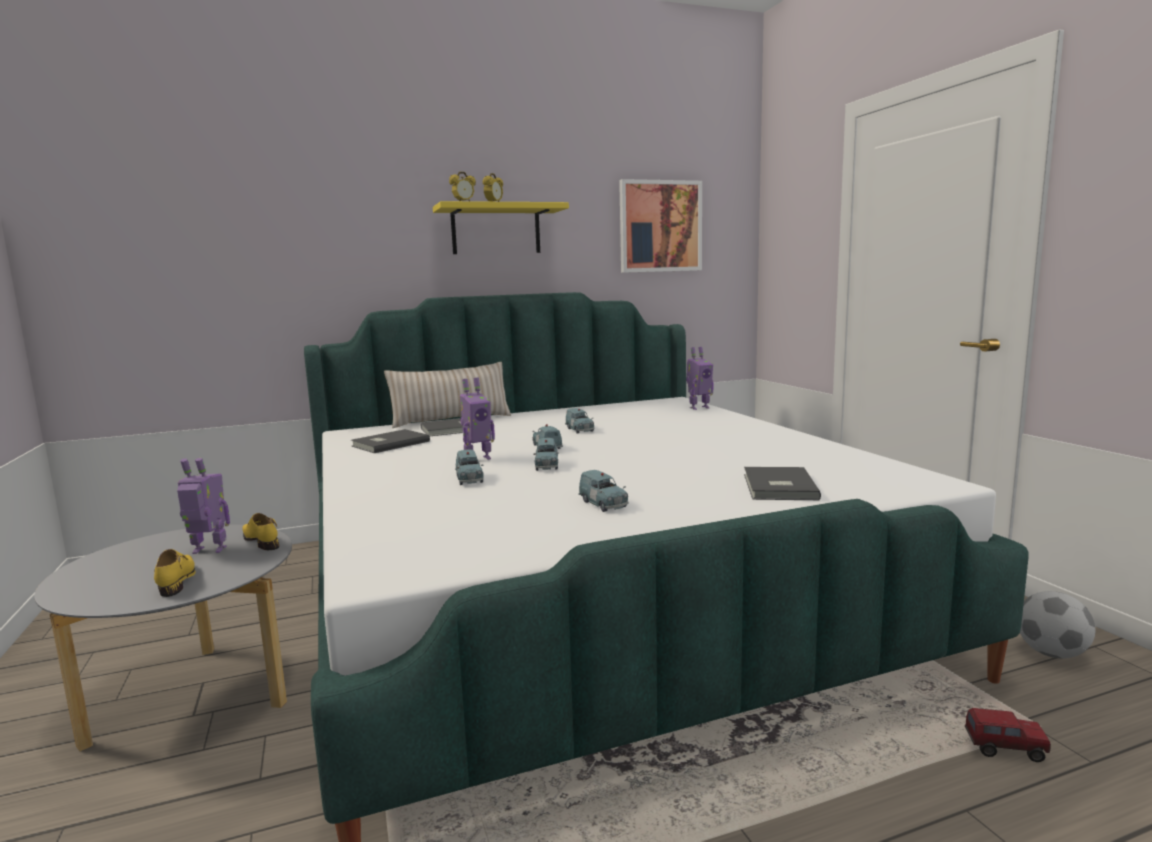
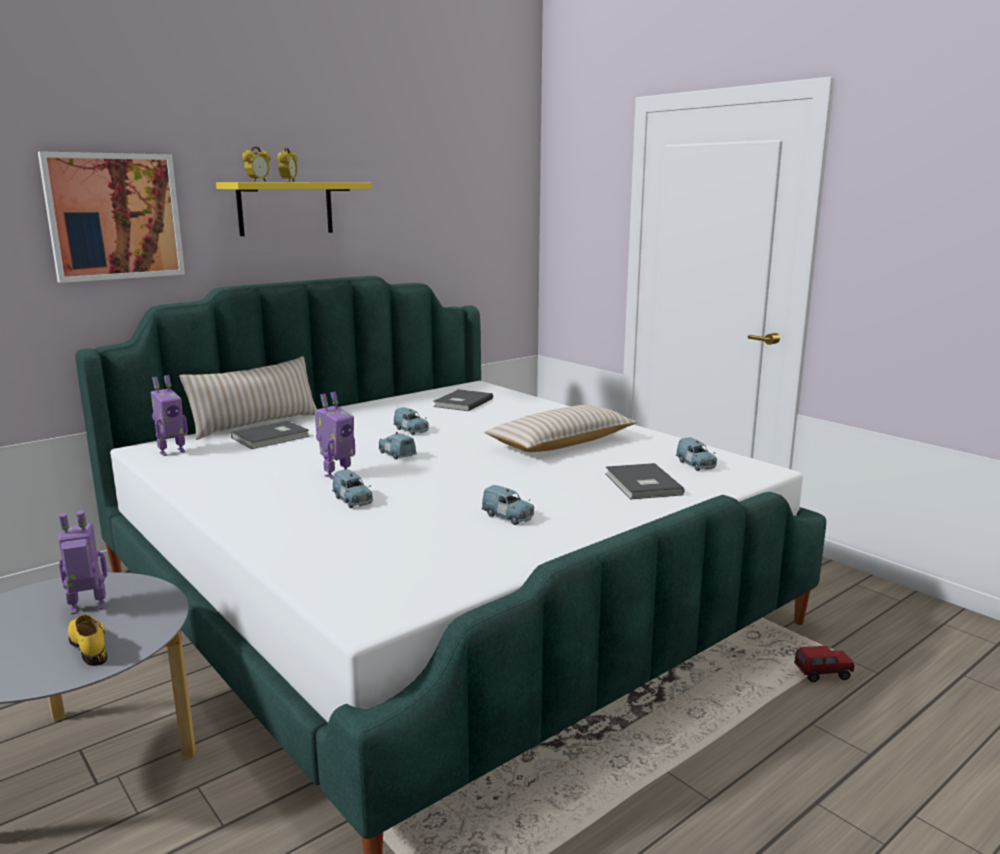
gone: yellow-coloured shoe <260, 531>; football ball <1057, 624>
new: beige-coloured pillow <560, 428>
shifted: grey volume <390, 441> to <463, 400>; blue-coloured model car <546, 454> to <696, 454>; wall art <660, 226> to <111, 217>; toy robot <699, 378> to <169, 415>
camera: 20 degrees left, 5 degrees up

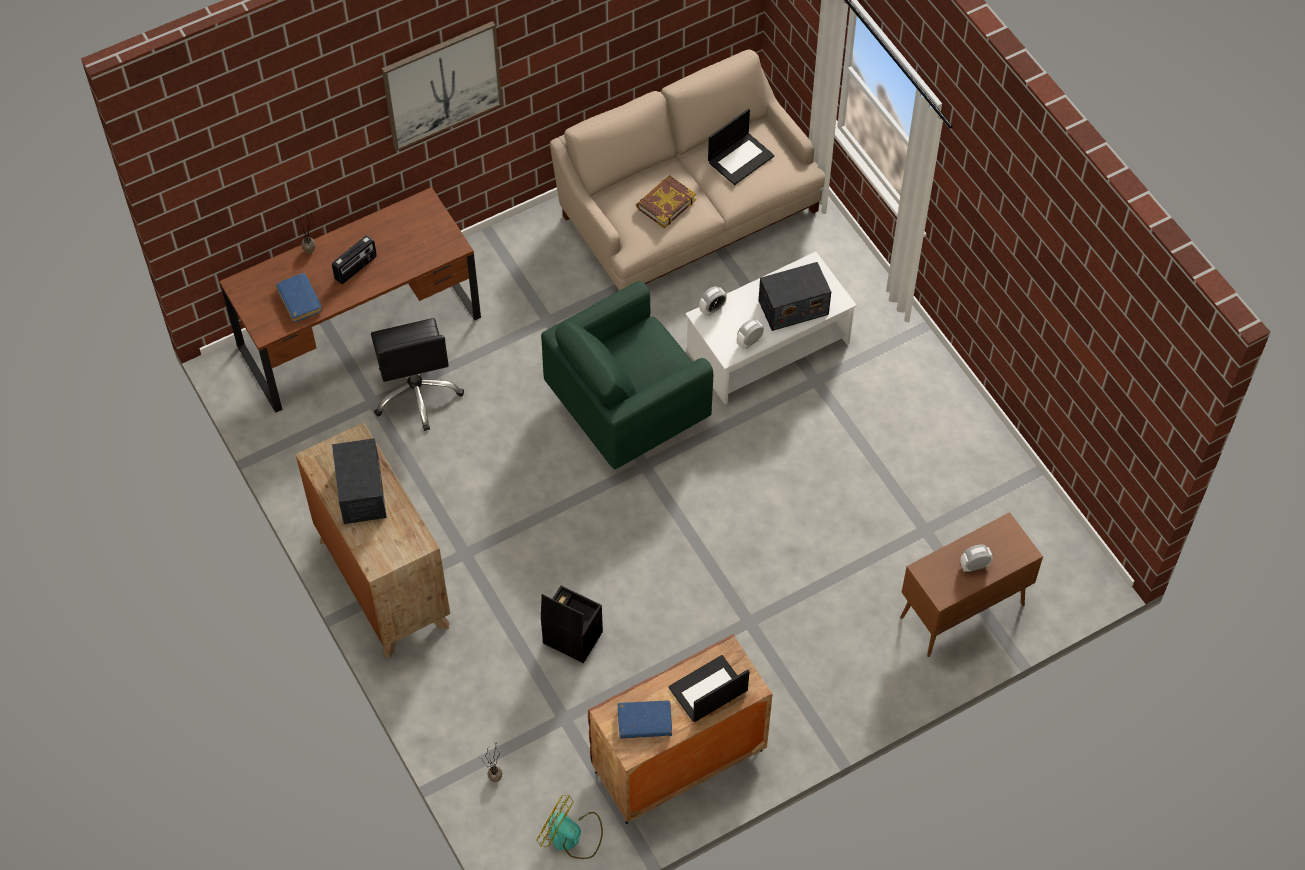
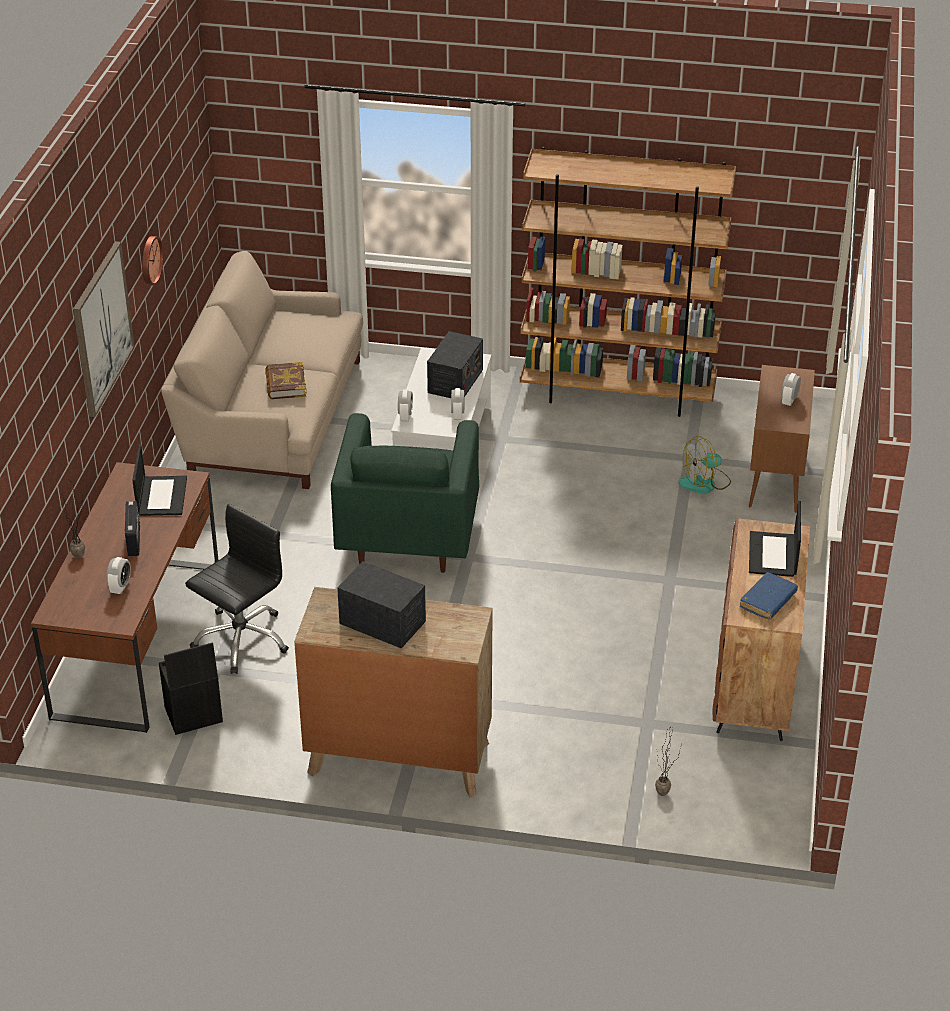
new: wall clock <153, 261>; brownish bookshelf <628, 282>
shifted: electric fan <569, 827> to <704, 465>; blackish storage container <572, 624> to <191, 688>; laptop <741, 147> to <159, 480>
swapped: blue-coloured volume <299, 298> to bedside clock <118, 575>
rotated: blackish computer chair <417, 374> = <237, 589> 75 degrees counterclockwise
camera: 50 degrees left, 20 degrees down

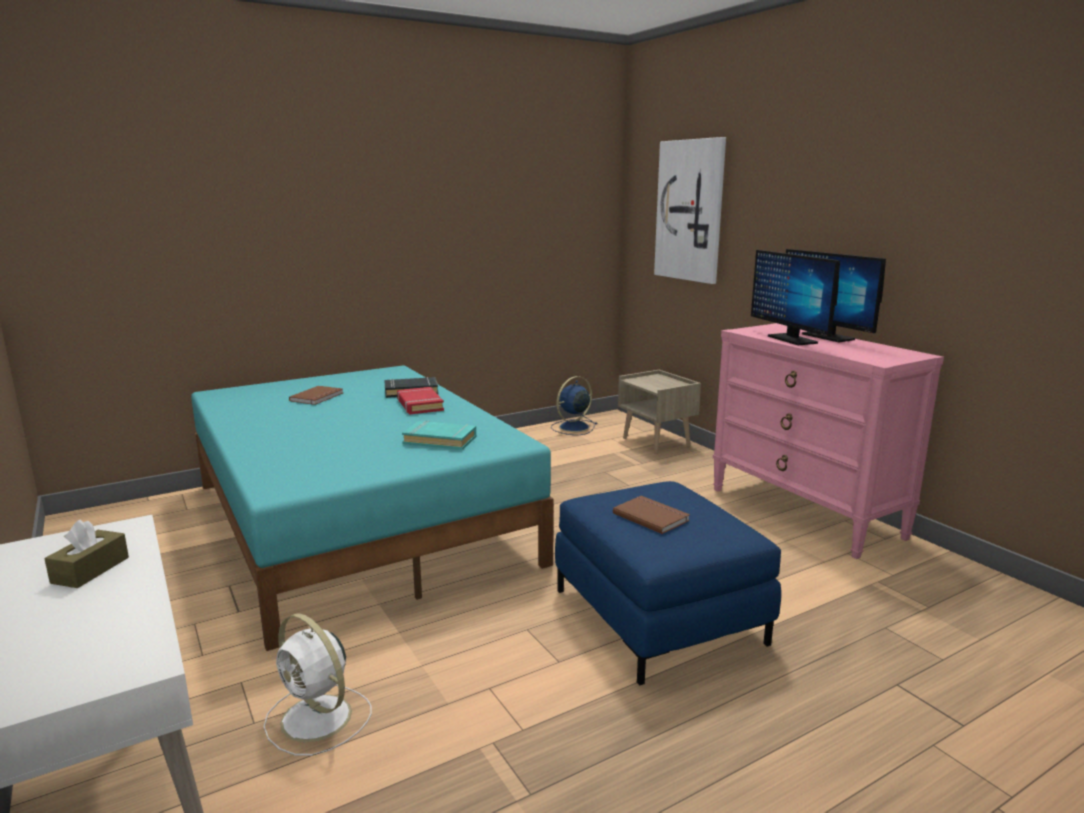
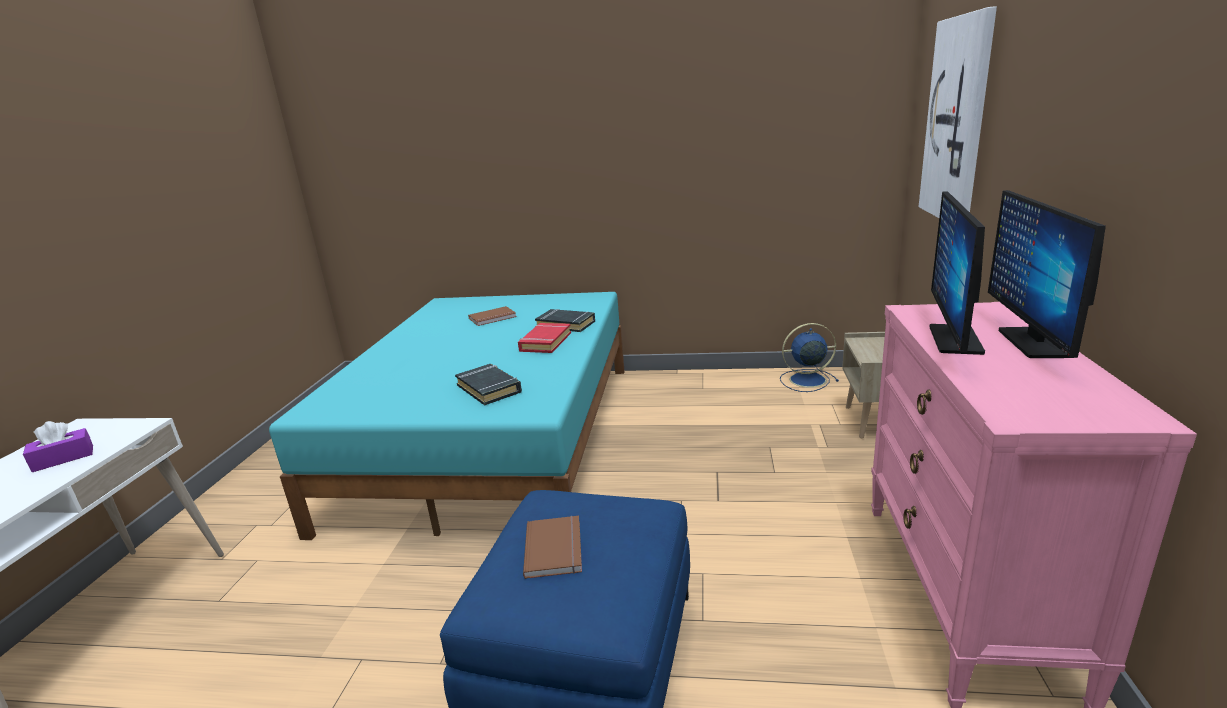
gone: white-coloured electric fan <318, 684>
repainted: brownish box of tissues <86, 553> to purple-coloured box of tissues <58, 446>; turquoise-coloured volume <439, 435> to blackish volume <488, 385>
camera: 40 degrees right, 5 degrees up

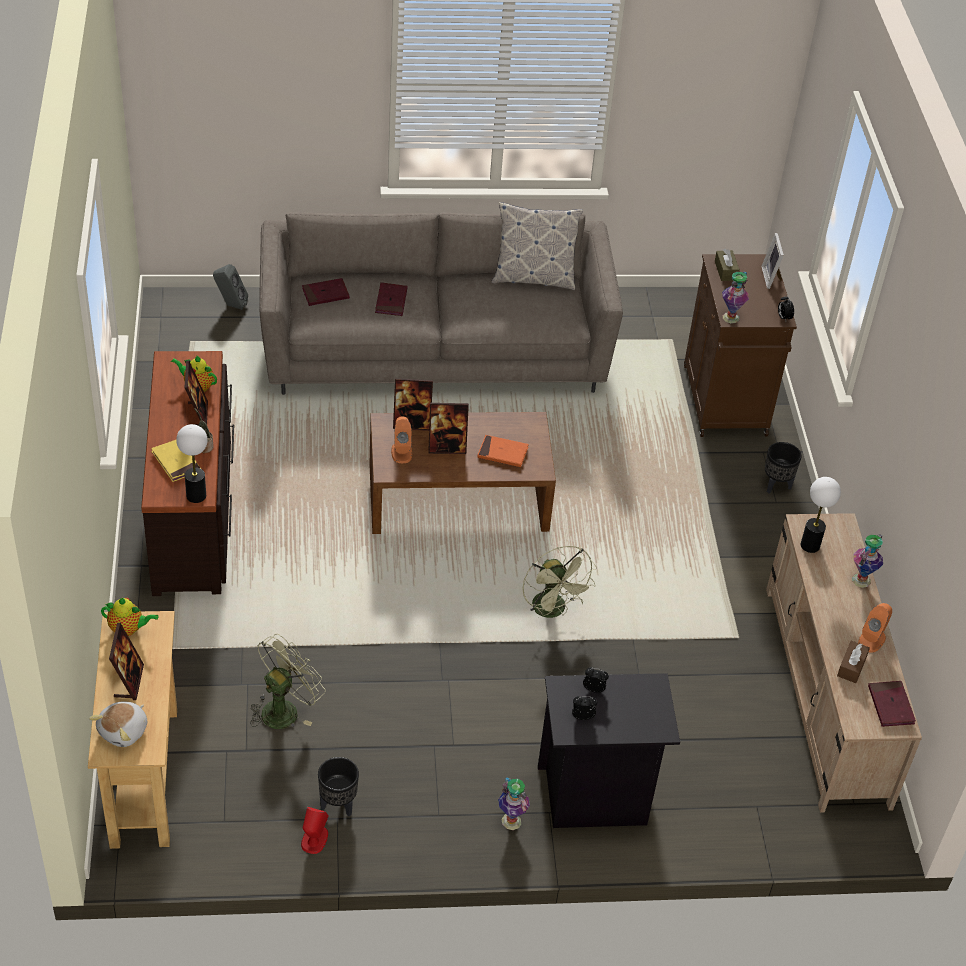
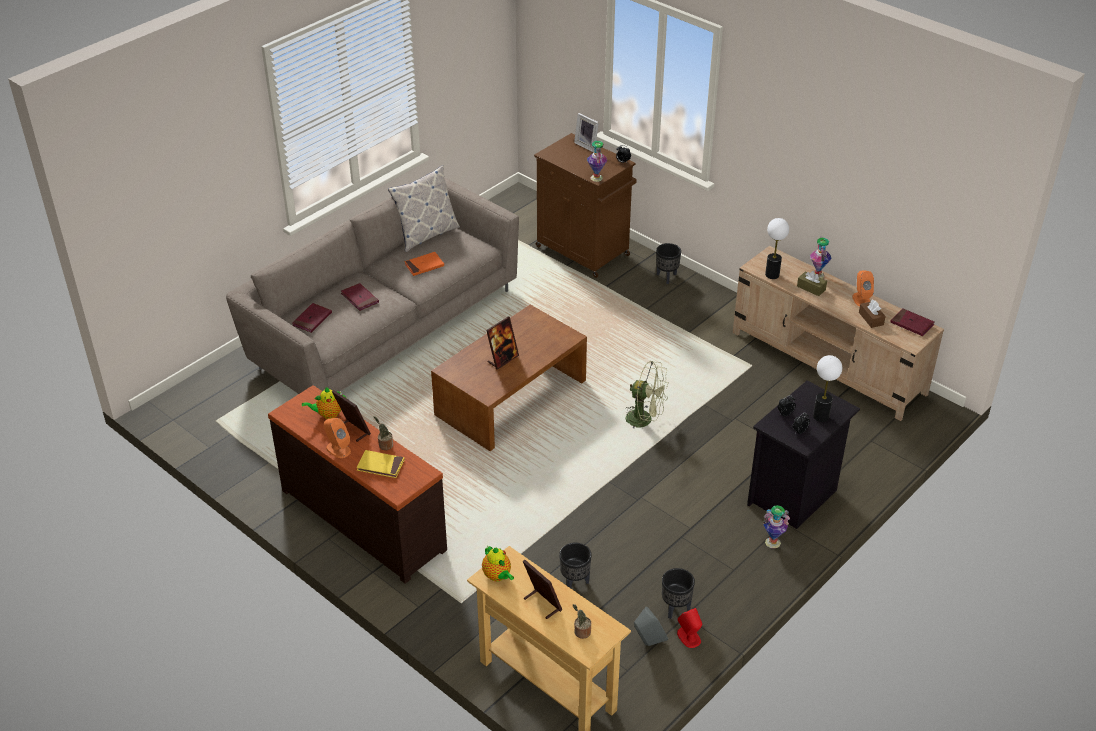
gone: picture frame <413, 404>
shifted: tabletop lamp <192, 463> to <827, 388>; grey loudspeaker <230, 287> to <651, 626>; orange loudspeaker <401, 439> to <337, 438>; orange volume <503, 451> to <424, 264>; brownish box of tissues <727, 265> to <812, 283>
swapped: cuddly toy <118, 724> to houseplant <582, 621>; green-coloured electric fan <287, 681> to blackish plant pot <575, 565>
rotated: tea pot <130, 617> = <498, 563> 90 degrees clockwise
camera: 40 degrees left, 5 degrees down

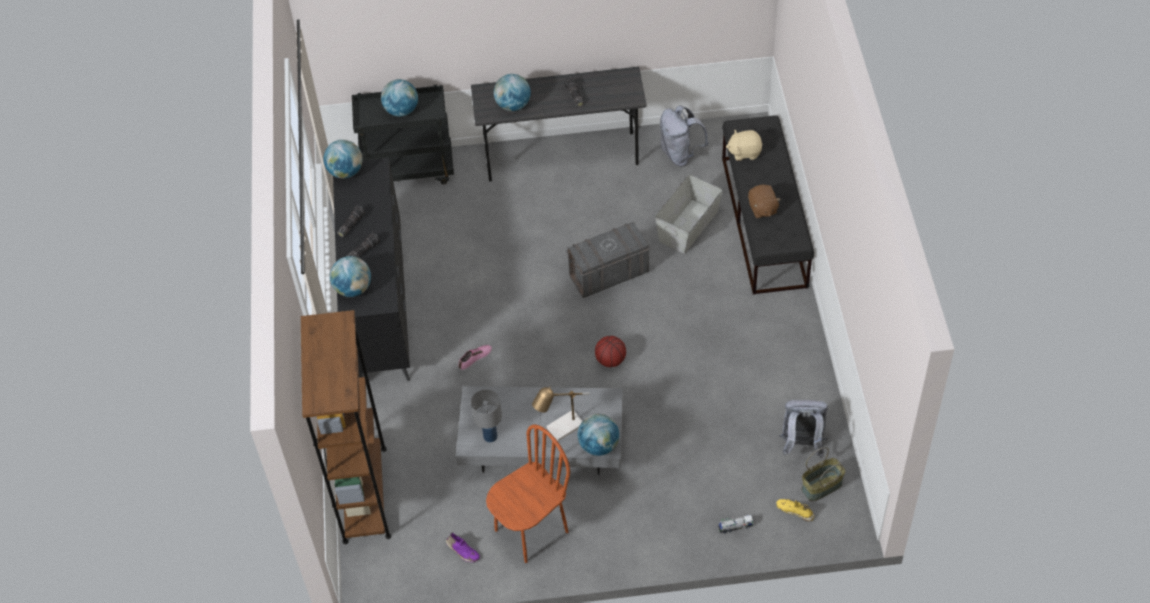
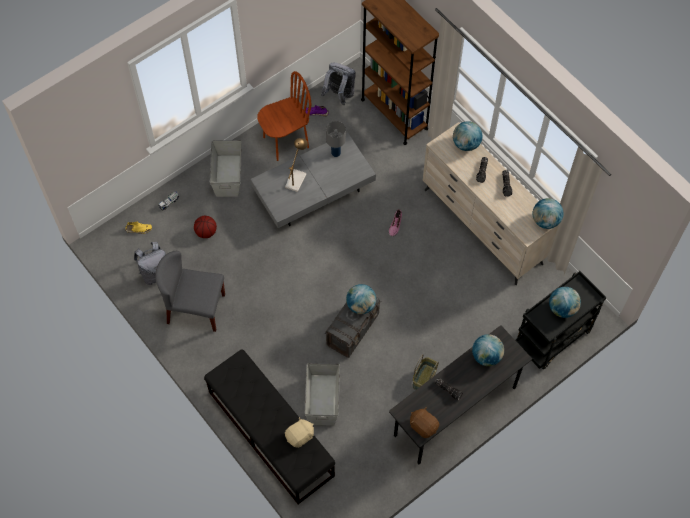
new: grey chair <190, 291>; grey storage container <225, 168>
shifted: globe <598, 435> to <361, 299>; basketball ball <610, 351> to <205, 227>; grey rucksack <684, 136> to <338, 84>; brownish cuddly toy <764, 201> to <424, 422>; basket <823, 474> to <425, 372>
repainted: blackish dresser <371, 269> to beige-coloured dresser <491, 203>
rotated: brownish chair <528, 493> = <284, 116> 135 degrees counterclockwise
camera: 145 degrees right, 10 degrees up

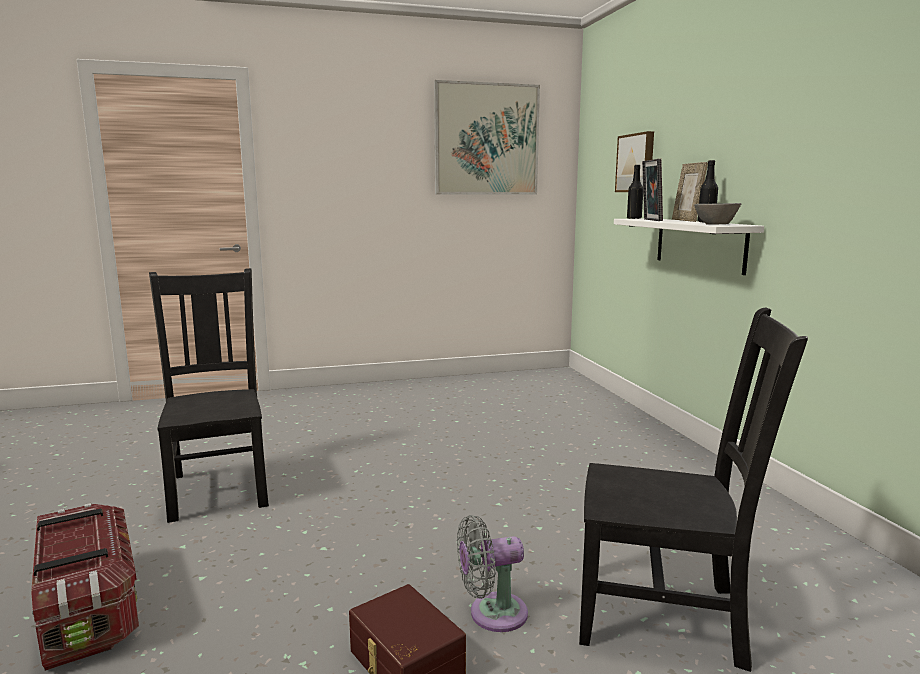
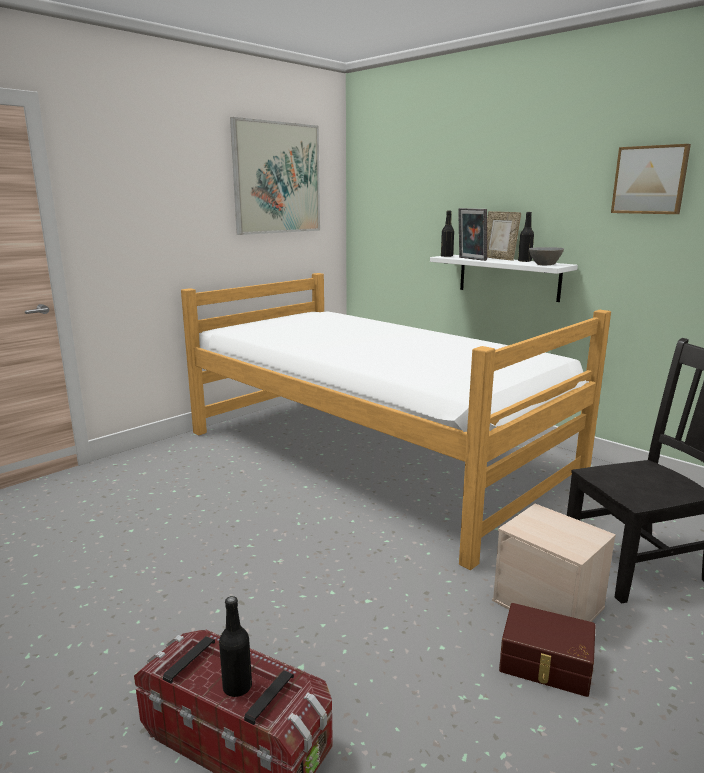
gone: blackish chair <209, 395>
new: bed <396, 421>; blackish beverage bottle <235, 646>
shifted: wall art <634, 161> to <651, 179>
swapped: grey electric fan <492, 573> to beige-coloured storage container <554, 563>
camera: 30 degrees left, 5 degrees up

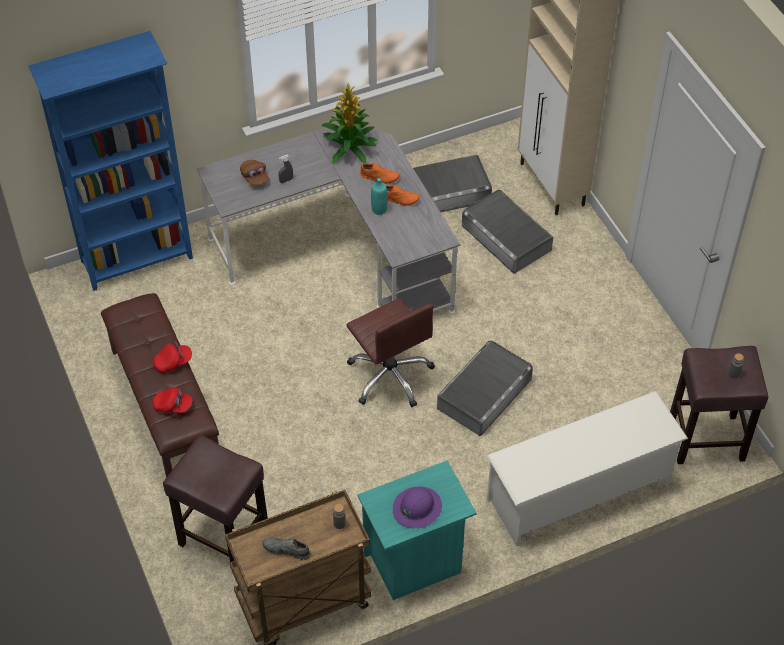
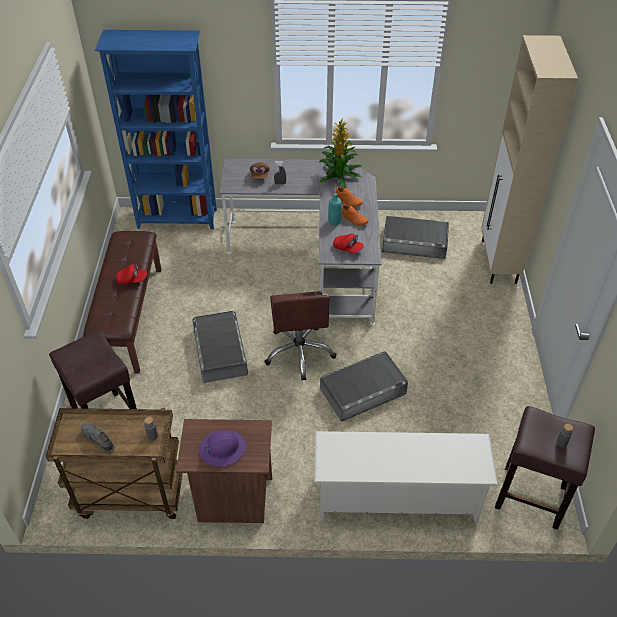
shifted: red-coloured cap <172, 400> to <348, 243>; grey storage container <507, 232> to <220, 347>
repainted: turquoise-coloured nightstand <417, 530> to brownish nightstand <224, 471>
camera: 25 degrees right, 5 degrees down

